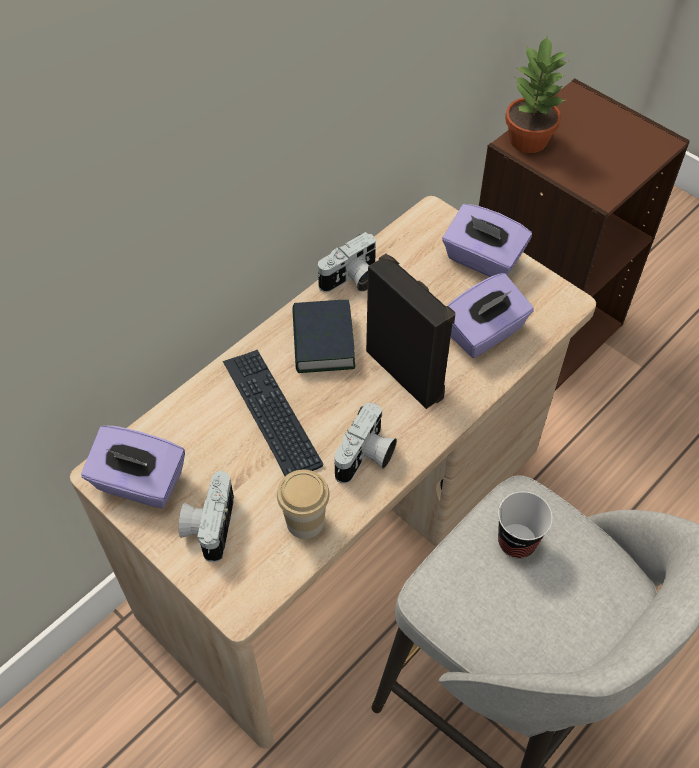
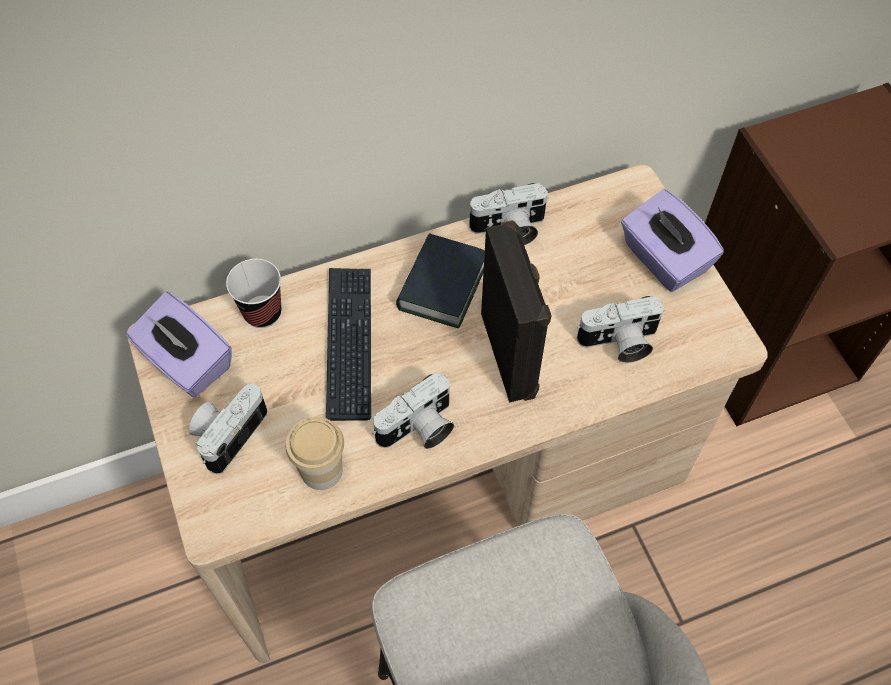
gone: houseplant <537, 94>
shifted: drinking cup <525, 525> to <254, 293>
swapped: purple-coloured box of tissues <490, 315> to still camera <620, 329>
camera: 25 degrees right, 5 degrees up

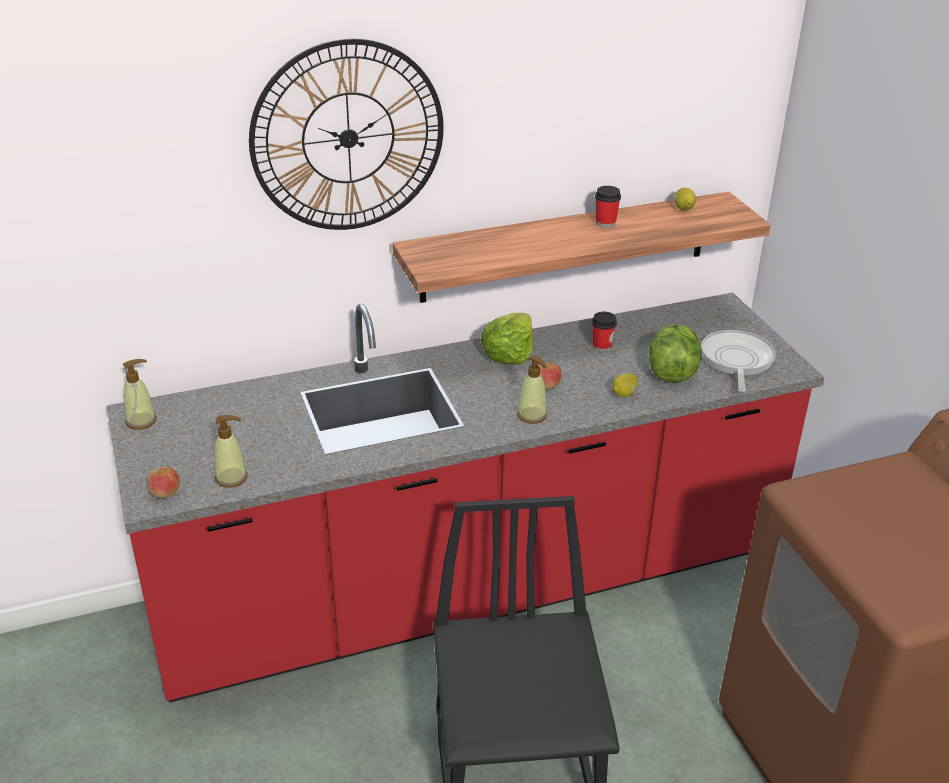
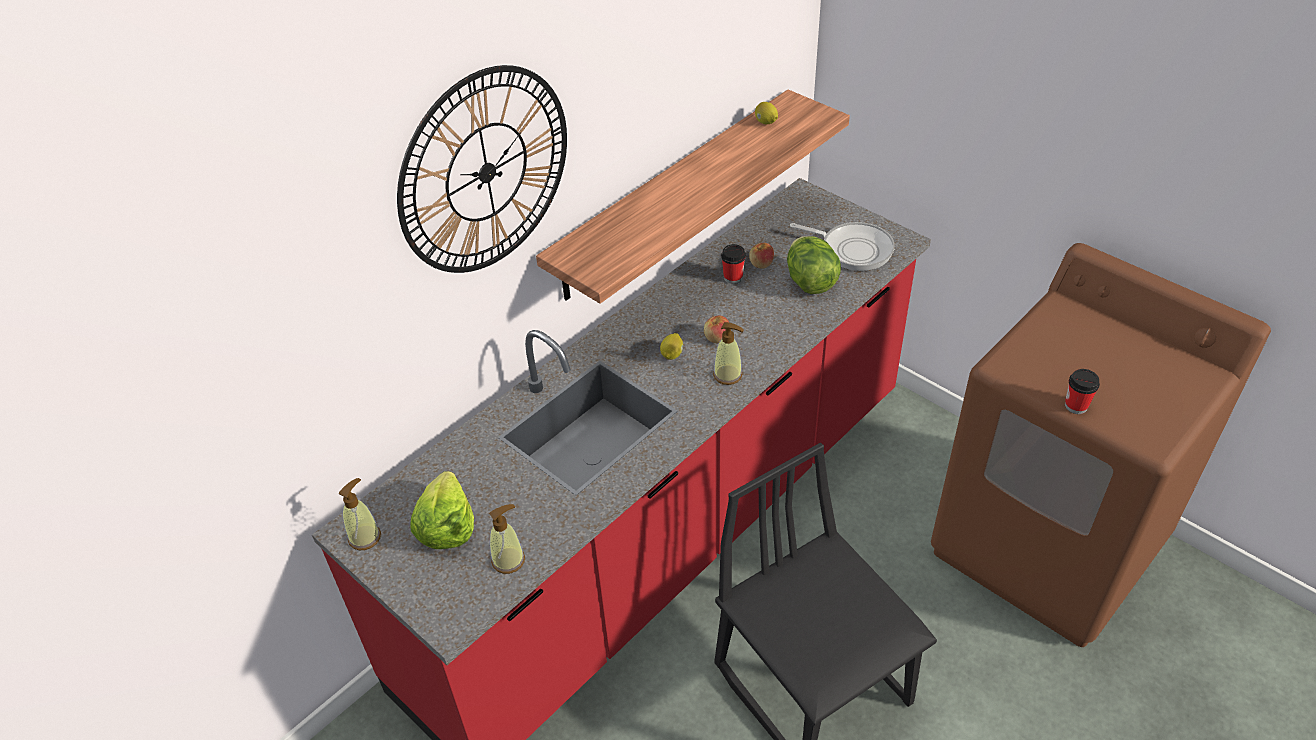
shifted: apple fruit <163, 482> to <761, 256>; lettuce head <507, 339> to <442, 510>; drinking cup <608, 207> to <1082, 391>; citrus fruit <625, 385> to <671, 346>
rotated: frying pan <738, 361> = <842, 246> 135 degrees clockwise
camera: 25 degrees left, 10 degrees up

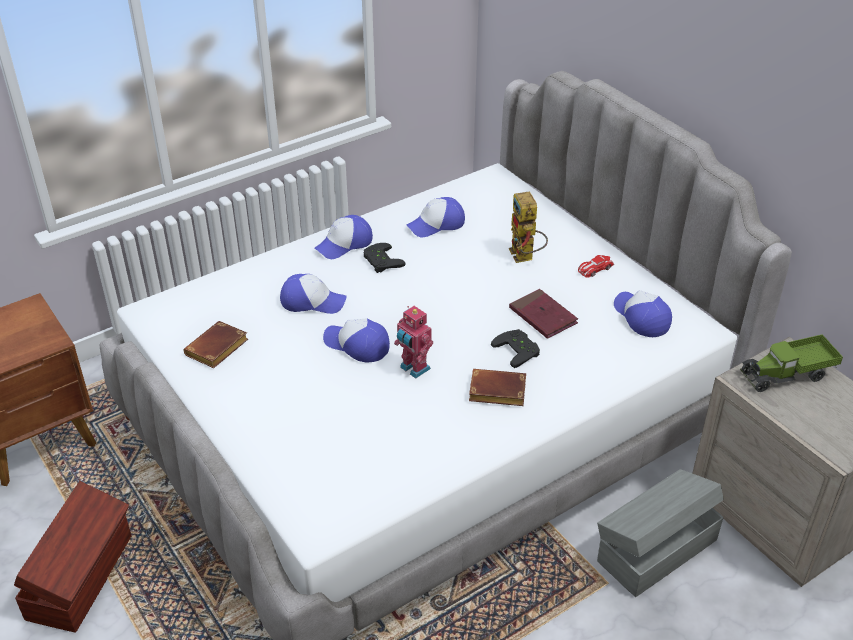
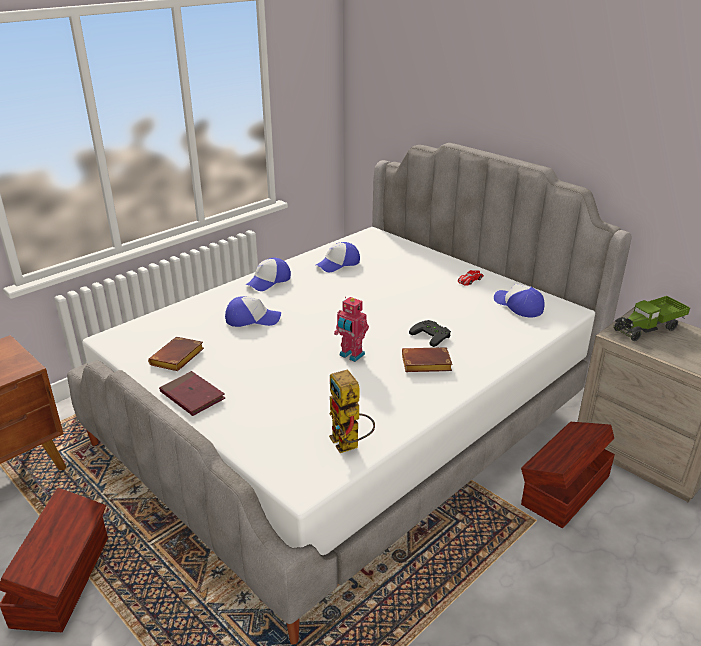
gone: cap <356, 340>; blackish joypad <384, 258>
shifted: toy robot <528, 227> to <352, 411>; red-coloured volume <543, 314> to <192, 393>
repainted: grey storage container <660, 533> to brownish storage container <568, 475>
camera: 10 degrees left, 10 degrees down

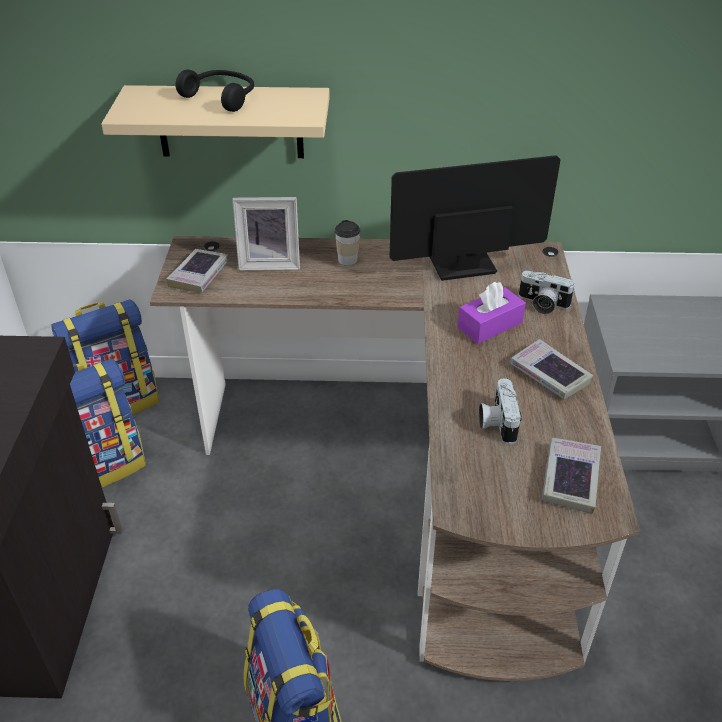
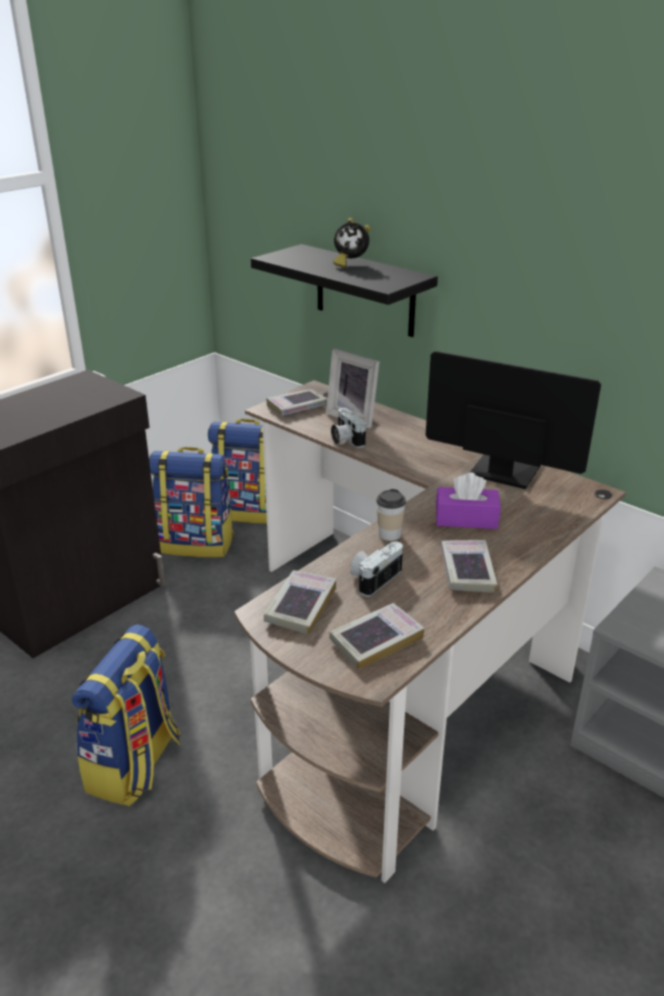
new: volume <300, 602>
shifted: drinking cup <347, 243> to <391, 515>; still camera <547, 292> to <348, 428>
swapped: blackish headset <214, 91> to bedside clock <352, 243>
repainted: beige-coloured shelf <215, 121> to blackish shelf <344, 290>
camera: 40 degrees right, 10 degrees down

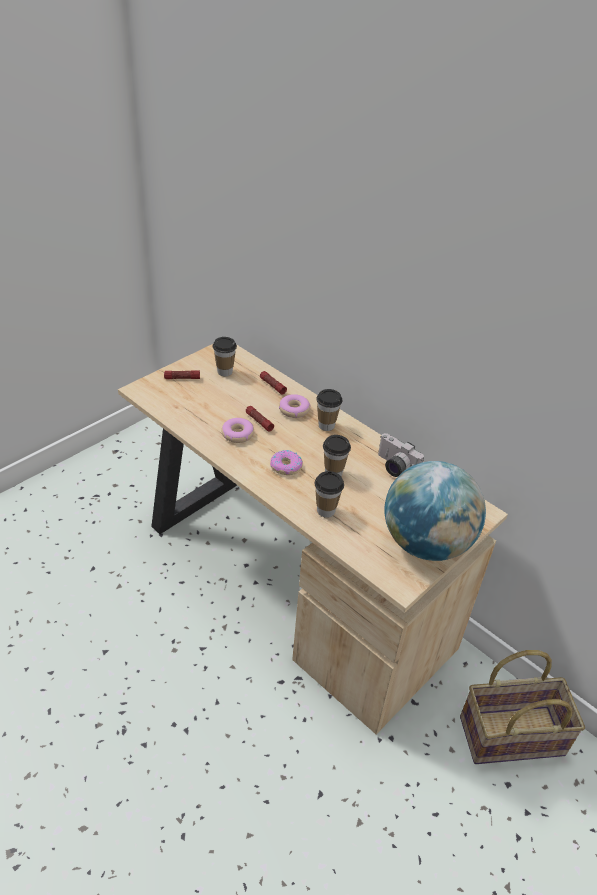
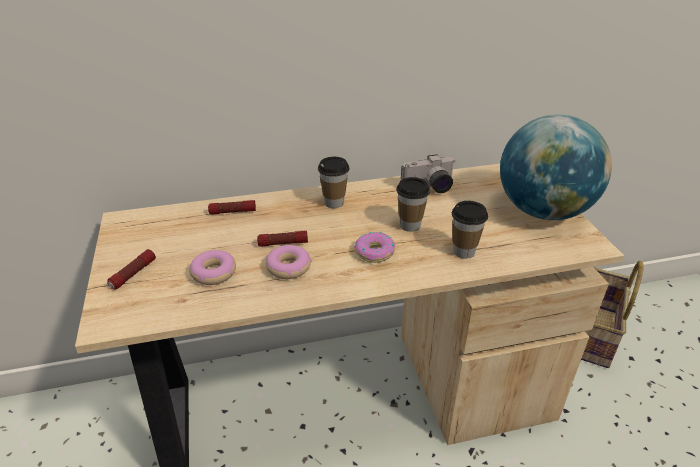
gone: drinking cup <224, 356>
shifted: doughnut <294, 406> to <212, 267>
camera: 55 degrees left, 5 degrees down

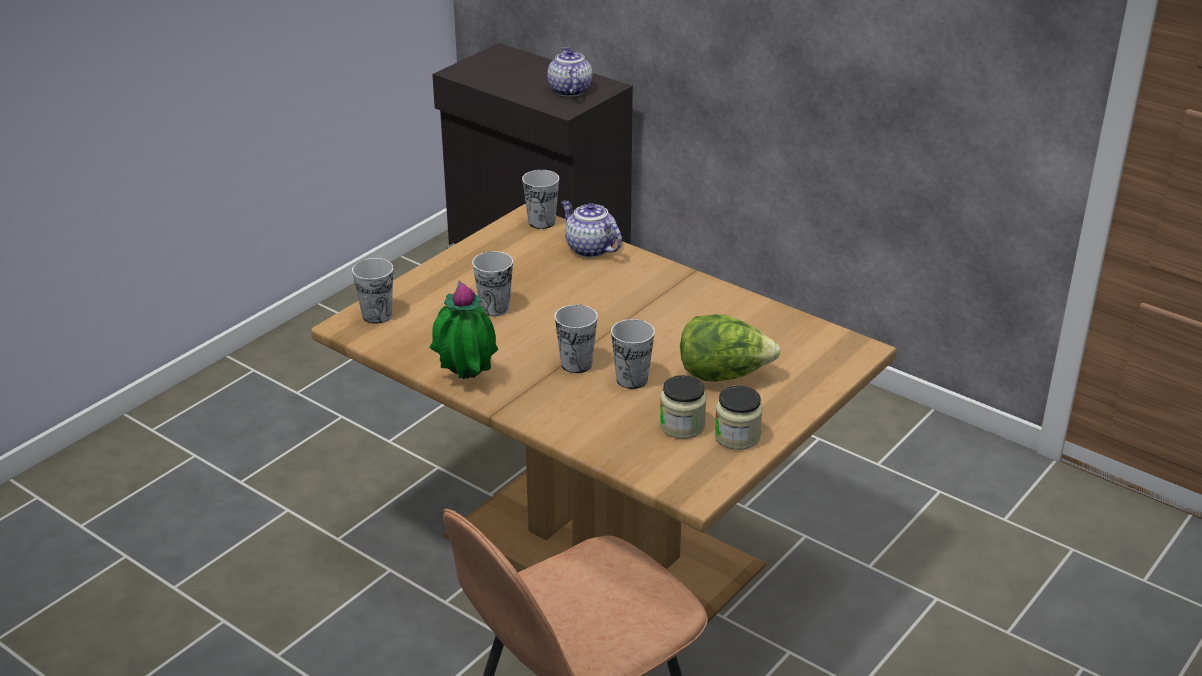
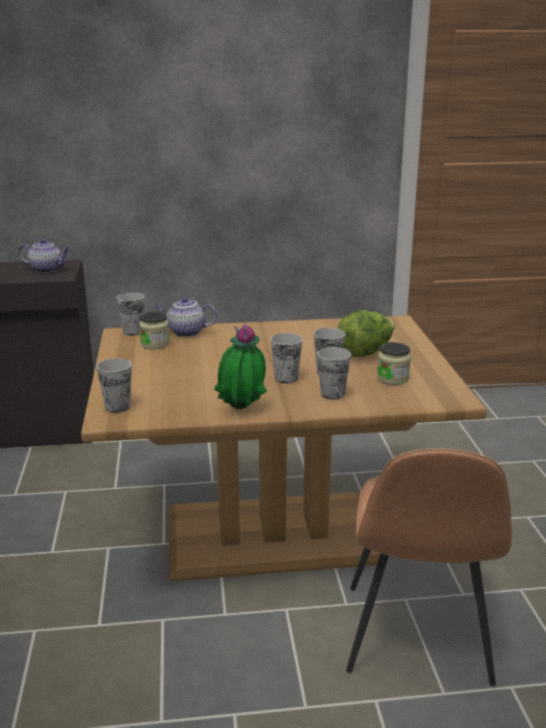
shifted: drinking cup <492, 283> to <334, 373>; preserve jar <738, 417> to <154, 331>
rotated: tea pot <569, 71> = <44, 256> 150 degrees clockwise
camera: 45 degrees left, 10 degrees down

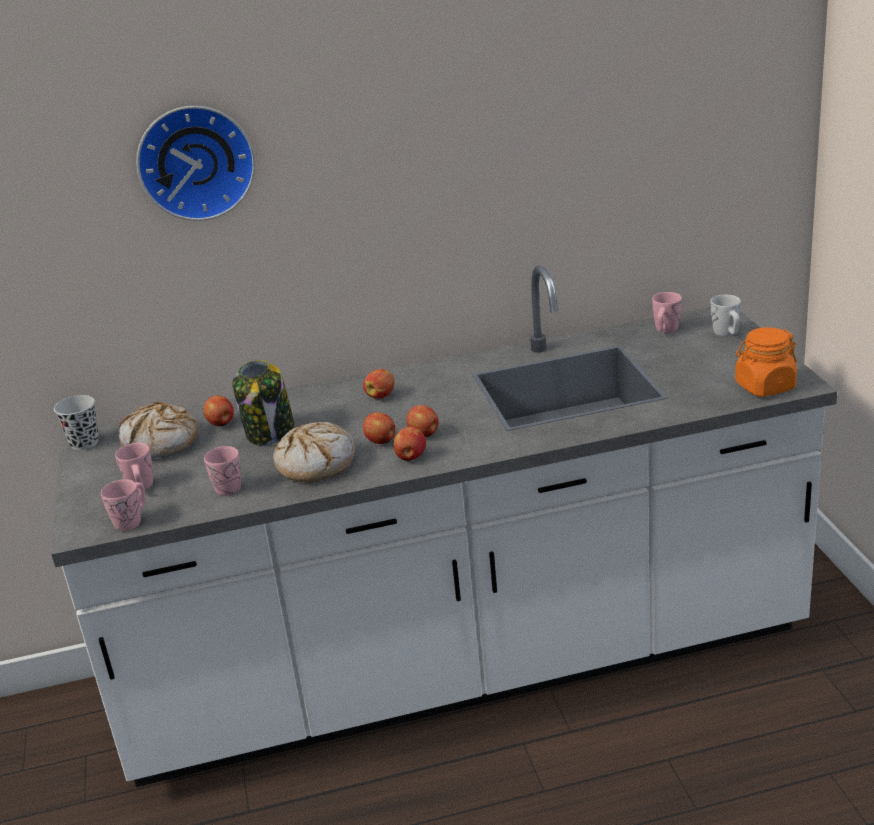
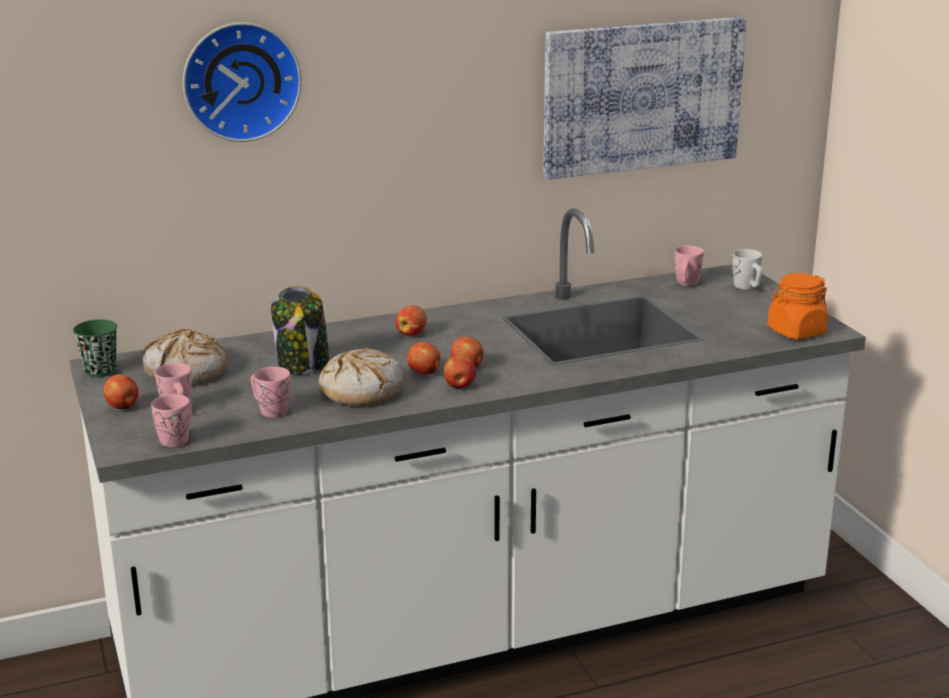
new: wall art <645, 98>
shifted: apple fruit <218, 411> to <121, 391>
repainted: blackish drinking cup <76, 422> to green-coloured drinking cup <95, 348>
camera: 10 degrees left, 5 degrees down

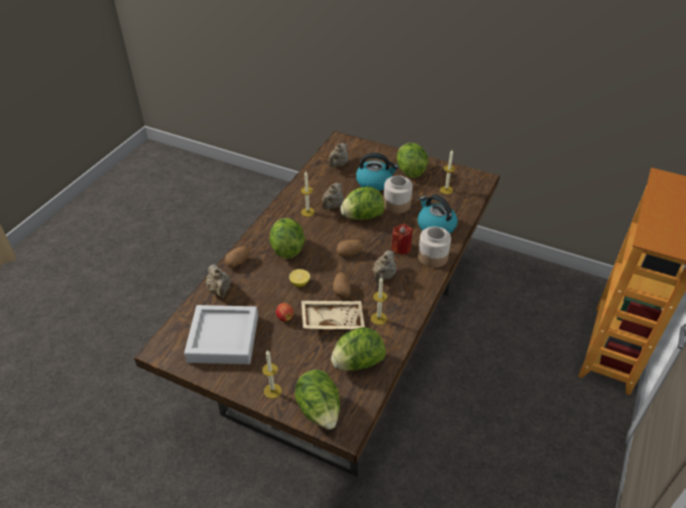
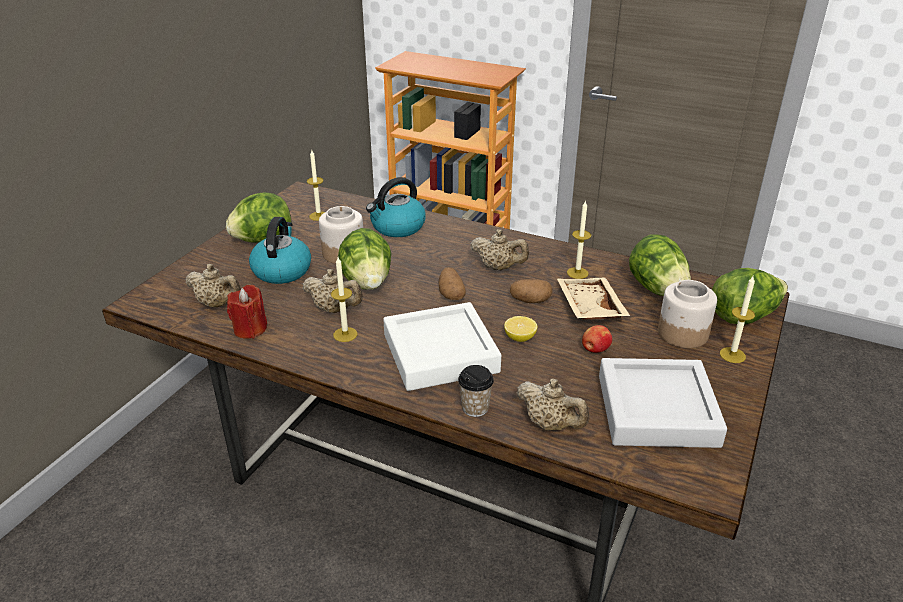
shifted: red-coloured candle <402, 239> to <247, 312>; preserve jar <434, 247> to <687, 314>
swapped: spud <237, 257> to drinking cup <476, 391>; lettuce head <287, 238> to white-coloured carrying tray <442, 346>
rotated: beige-coloured tea pot <218, 281> = <553, 405> 60 degrees clockwise
camera: 90 degrees left, 10 degrees down

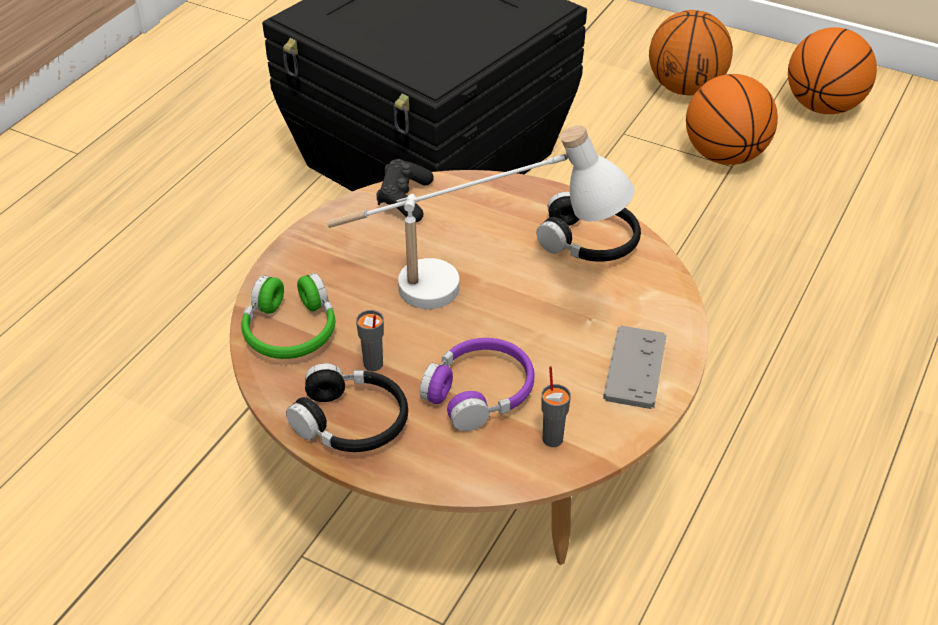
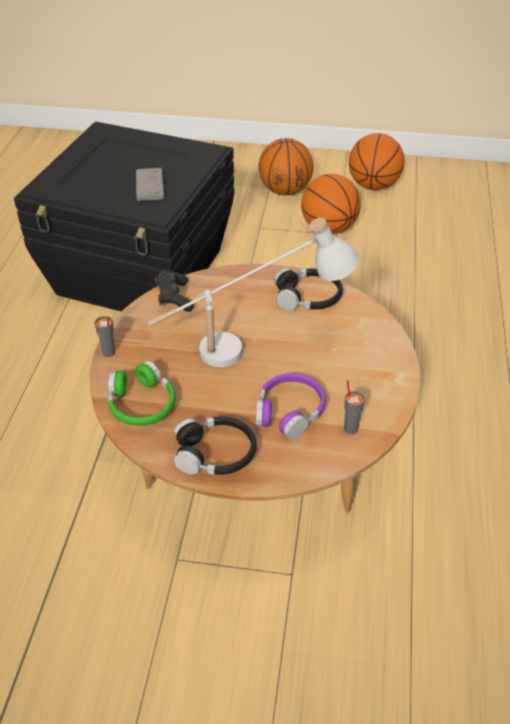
shifted: grey drinking cup <370, 340> to <104, 336>; grey joypad <635, 367> to <150, 184>
camera: 20 degrees left, 0 degrees up

